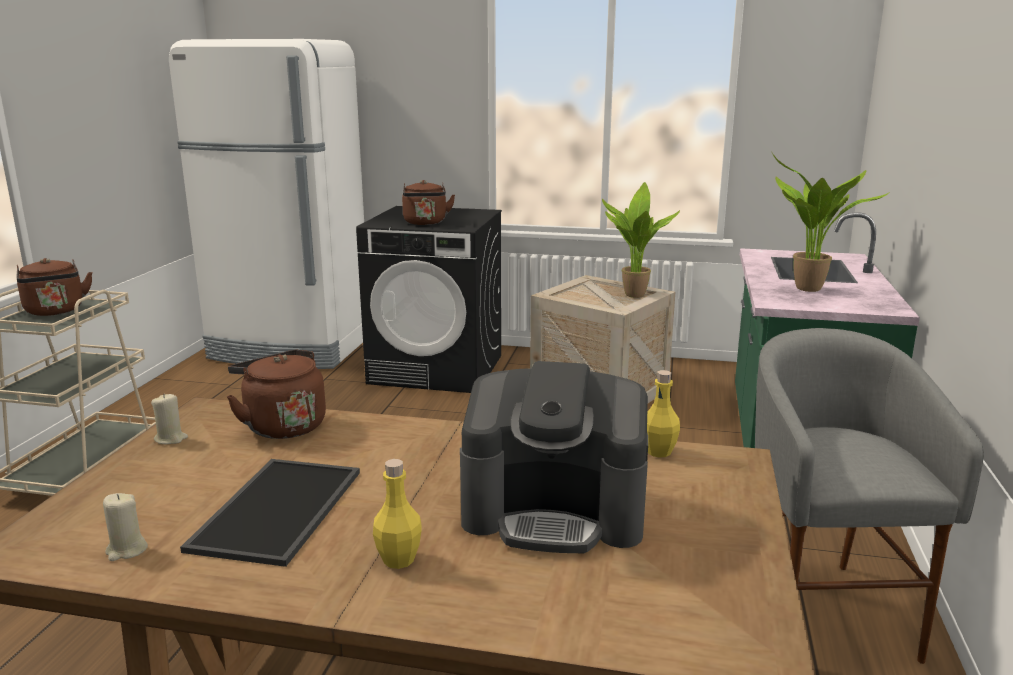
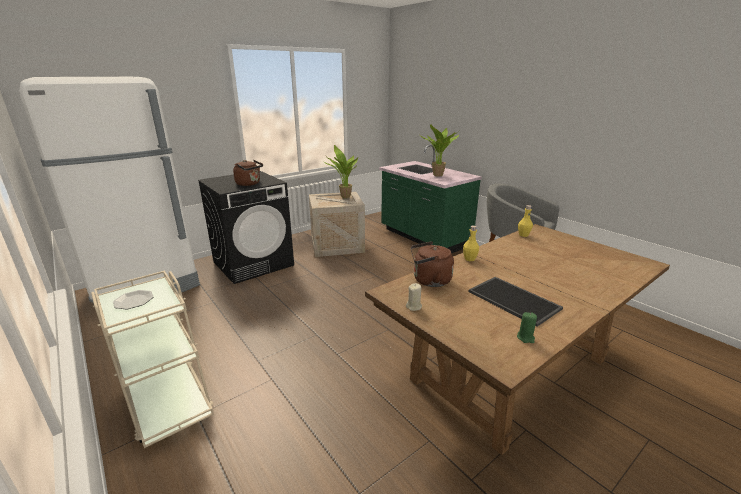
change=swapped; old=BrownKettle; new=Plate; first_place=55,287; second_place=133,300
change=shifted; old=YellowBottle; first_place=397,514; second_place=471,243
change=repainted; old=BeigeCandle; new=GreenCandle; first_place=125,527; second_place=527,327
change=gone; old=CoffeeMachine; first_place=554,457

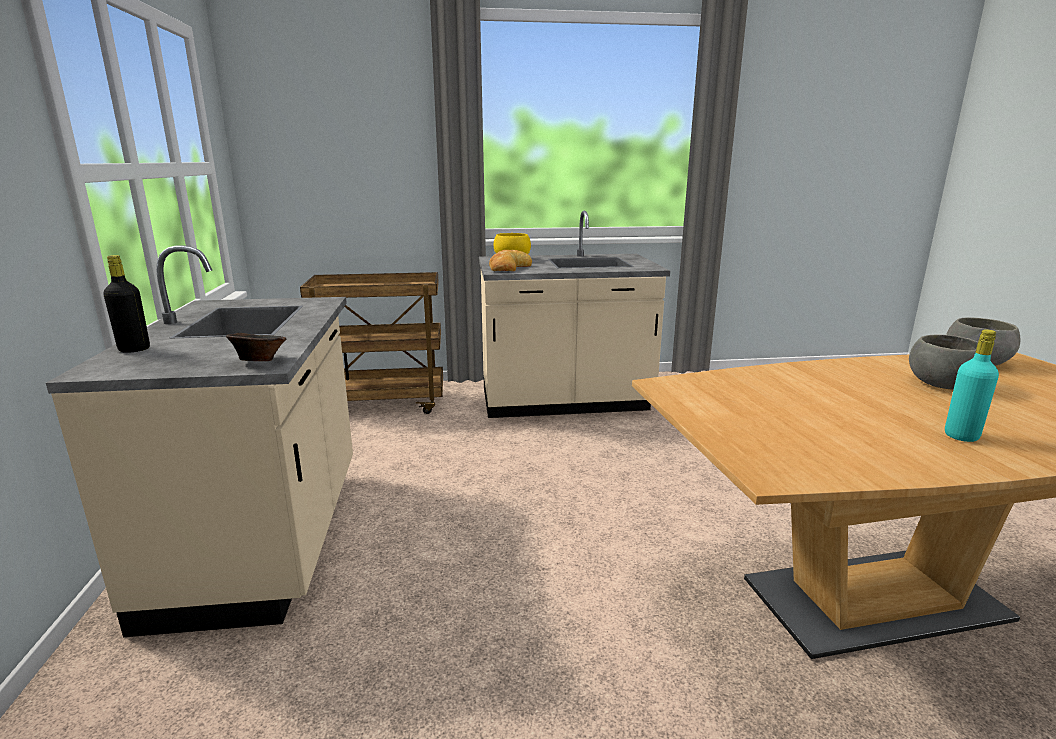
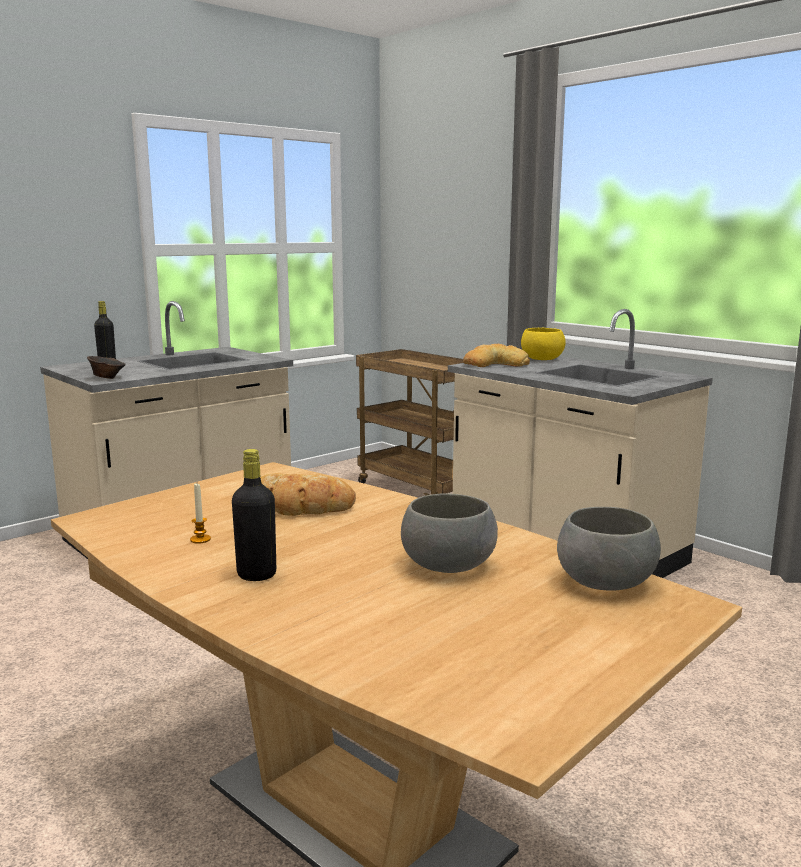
change=new; new=Candle; second_place=200,514
change=repainted; old=TurquoiseBottle; new=BlackBottle; first_place=972,385; second_place=254,515
change=new; new=Bread; second_place=308,494

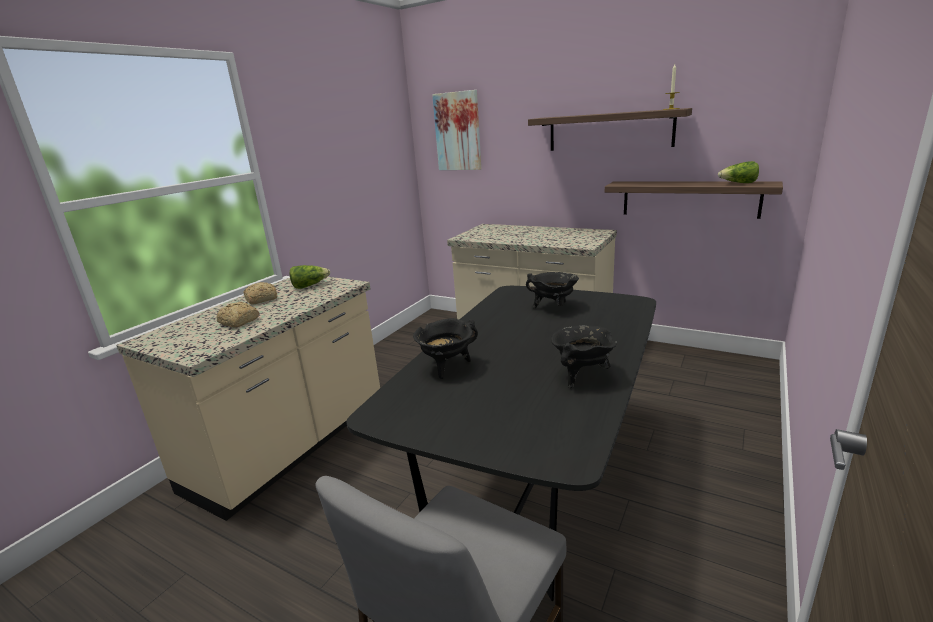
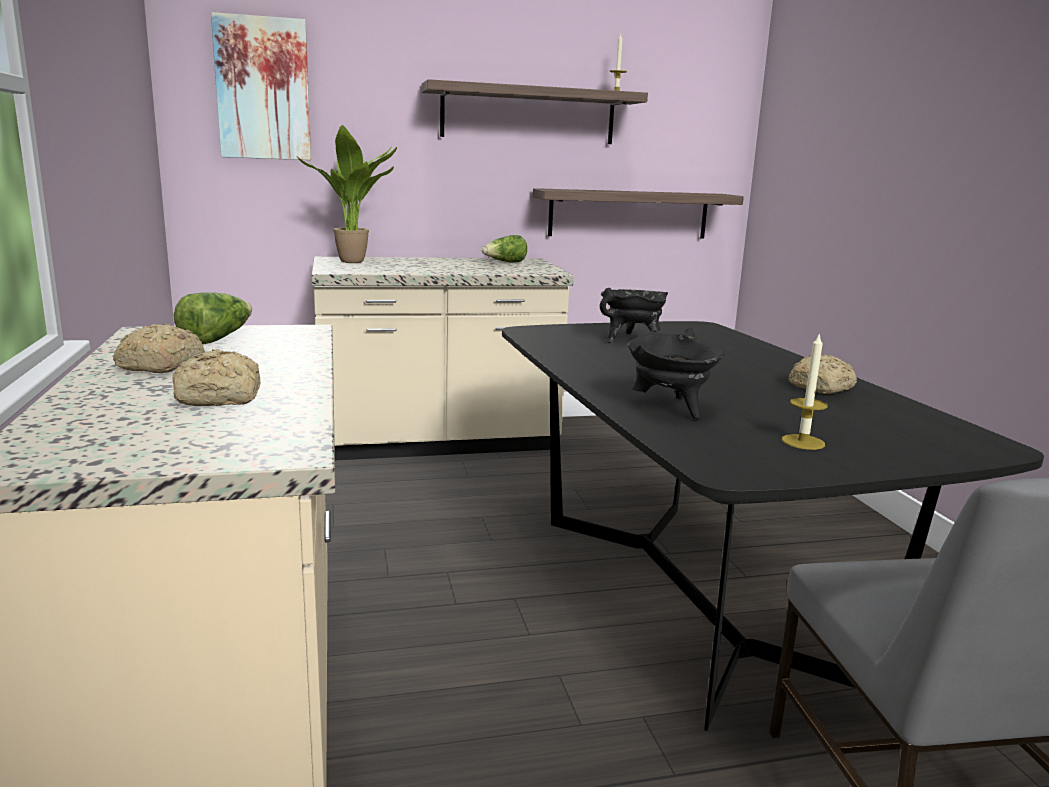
change=new; new=PottedPlant; second_place=347,194
change=shifted; old=Lettuce; first_place=738,172; second_place=504,249
change=new; new=Candle; second_place=805,391
change=swapped; old=BlackCookingPot; new=Bread; first_place=584,356; second_place=822,374

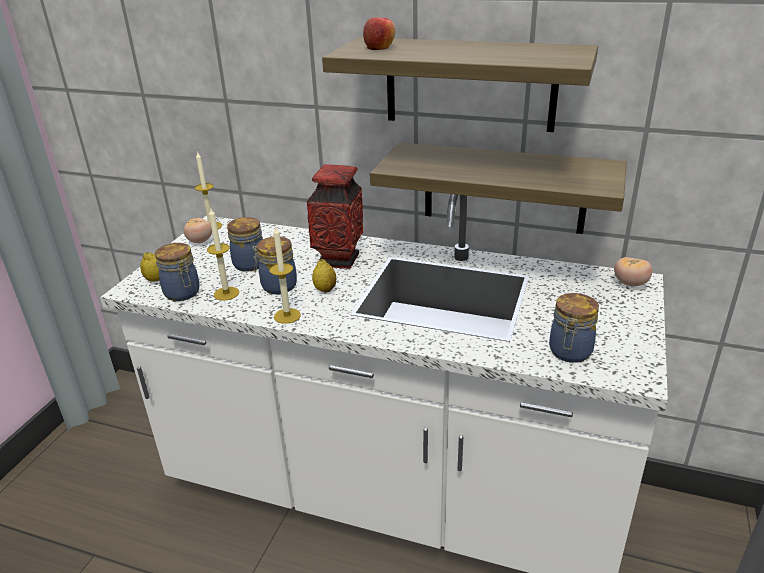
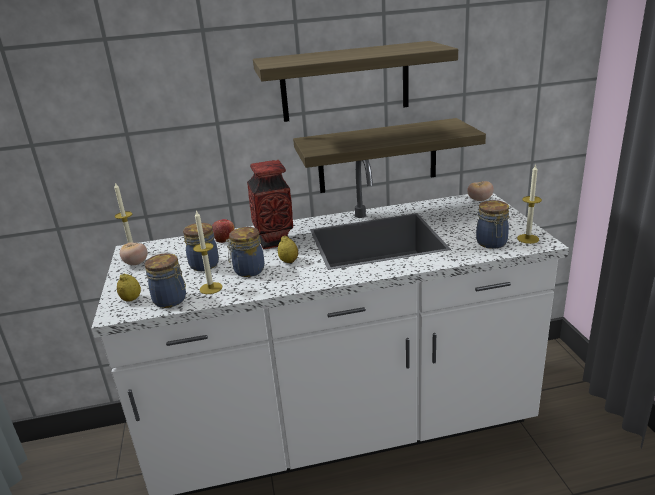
change=shifted; old=Apple; first_place=379,33; second_place=223,231
change=shifted; old=Candle; first_place=285,275; second_place=529,204

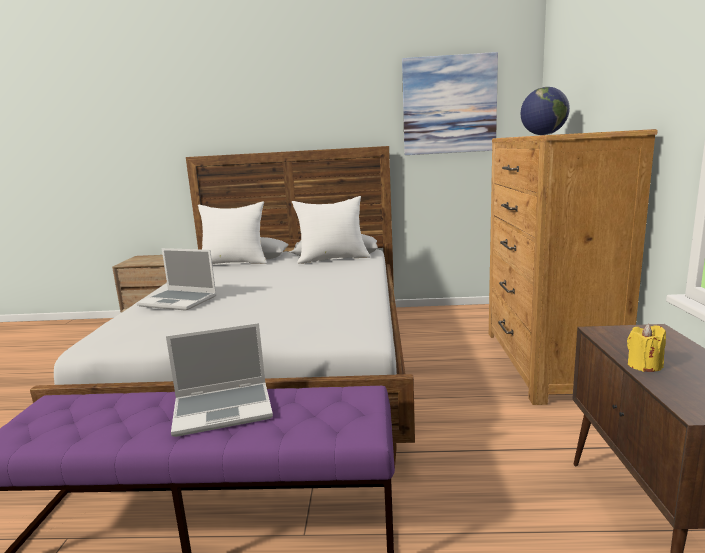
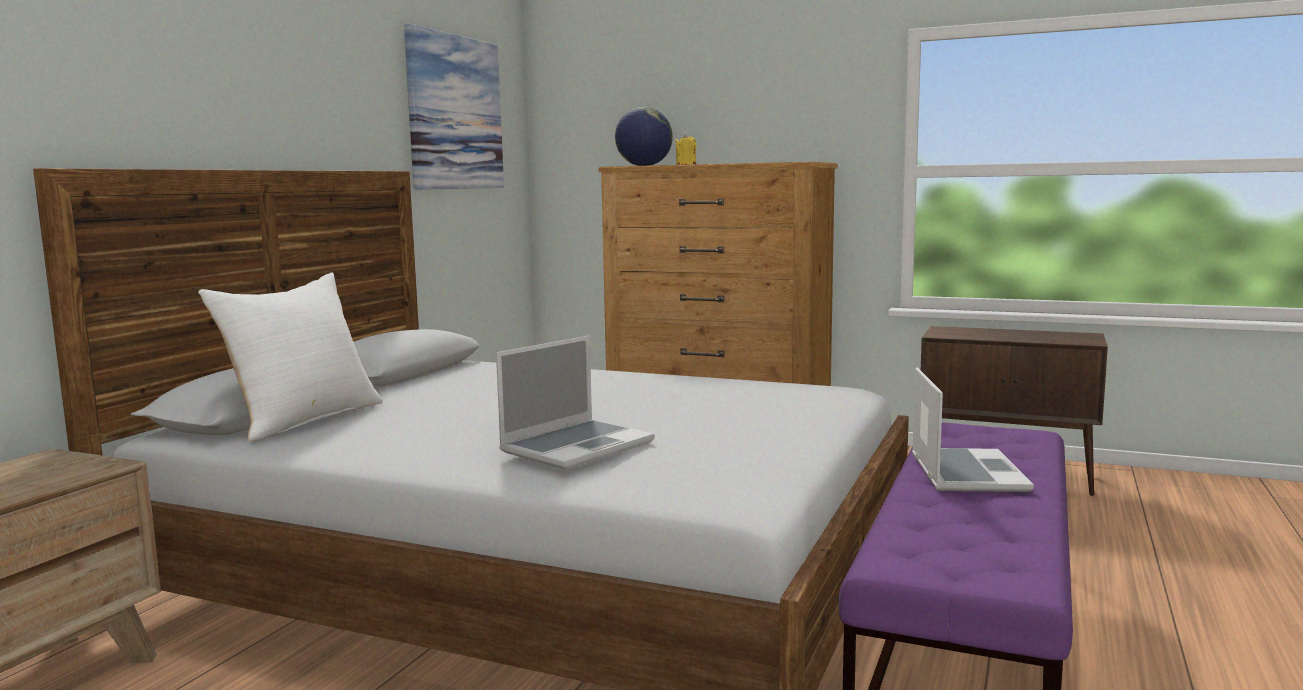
change=shifted; old=YellowCandle; first_place=646,348; second_place=686,149
change=gone; old=WhitePillow; first_place=331,230

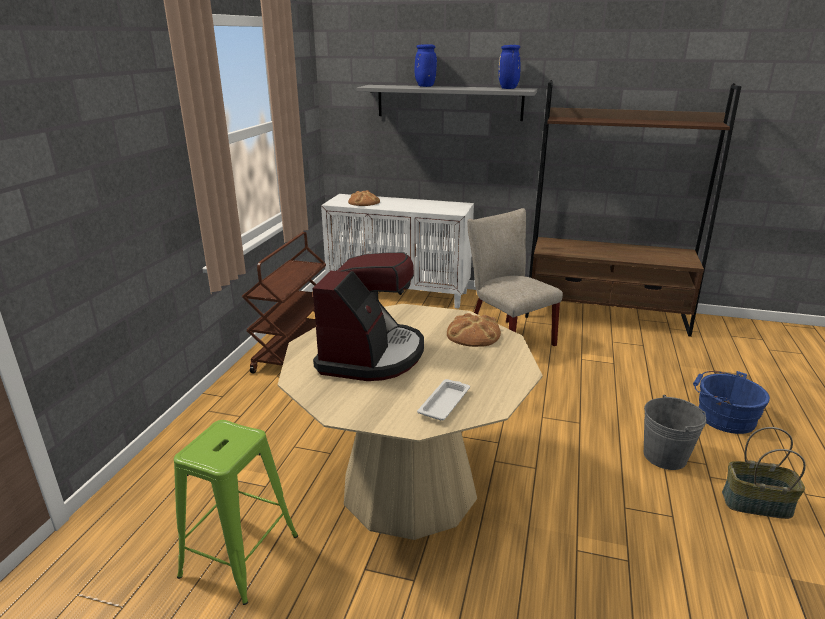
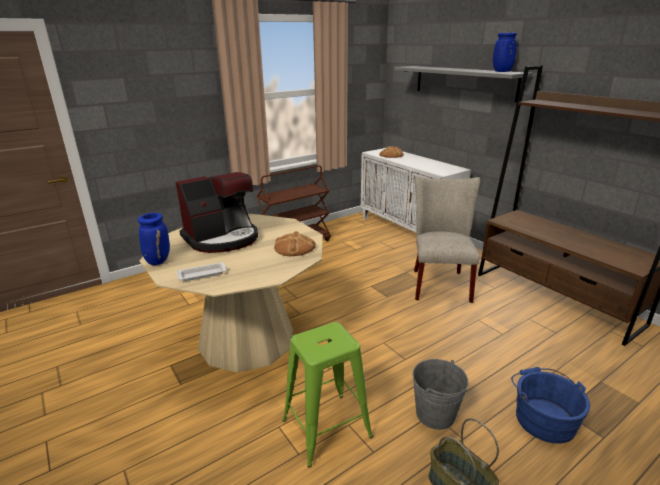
change=shifted; old=BlueVase; first_place=425,65; second_place=154,239
change=shifted; old=GreenStool; first_place=236,512; second_place=327,395

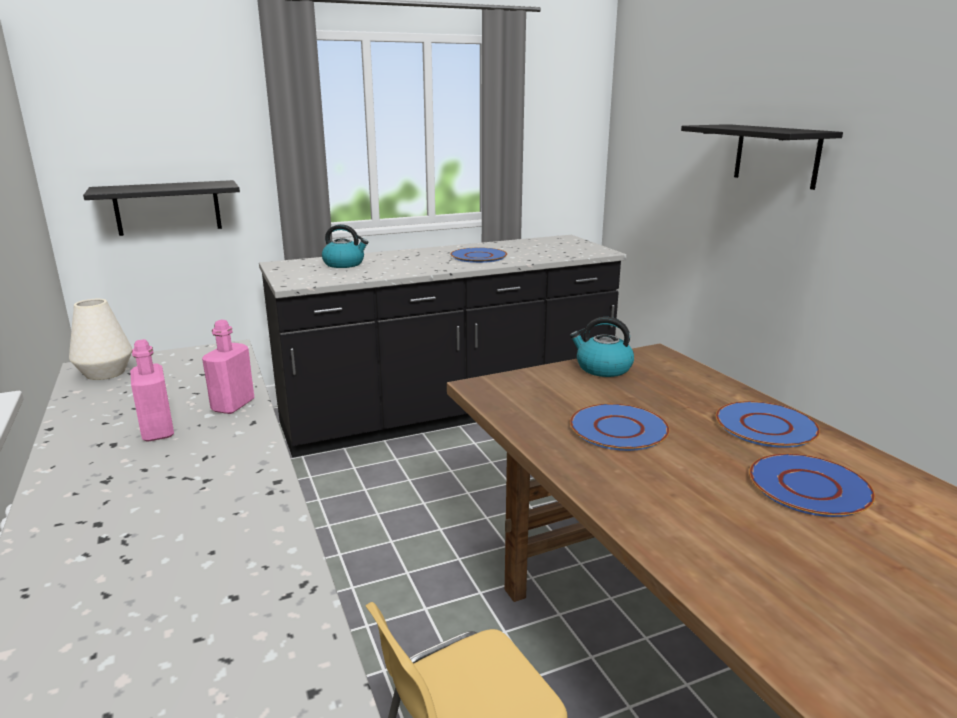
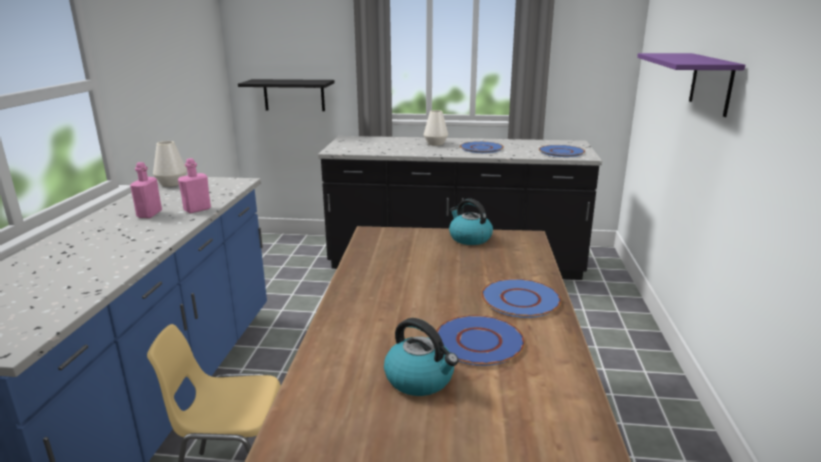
change=shifted; old=Kettle; first_place=345,246; second_place=421,357
change=new; new=WhiteVase; second_place=436,128
change=shifted; old=BluePlate; first_place=620,427; second_place=562,151
change=repainted; old=BlackShelf; new=PurpleShelf; first_place=762,157; second_place=691,85

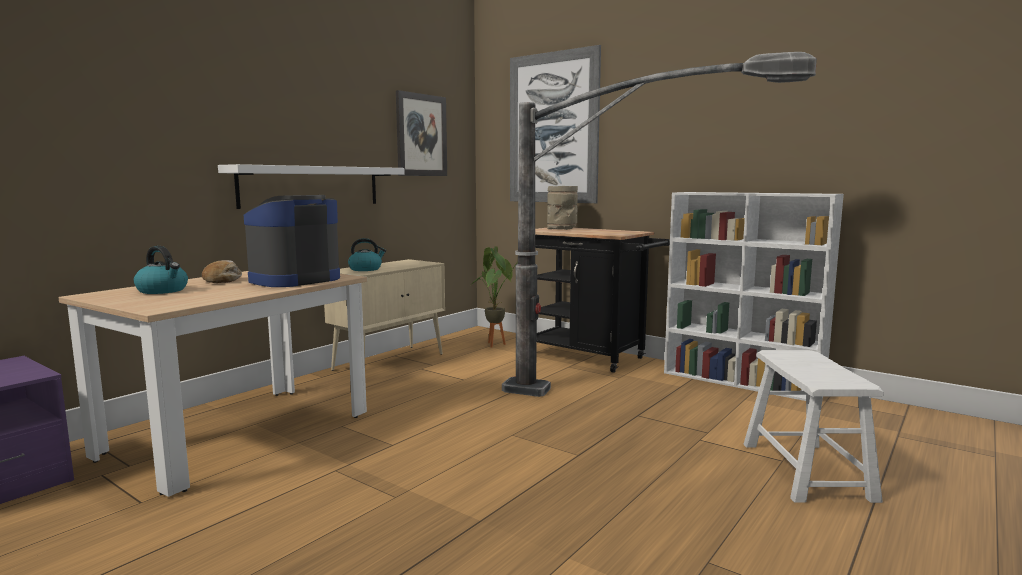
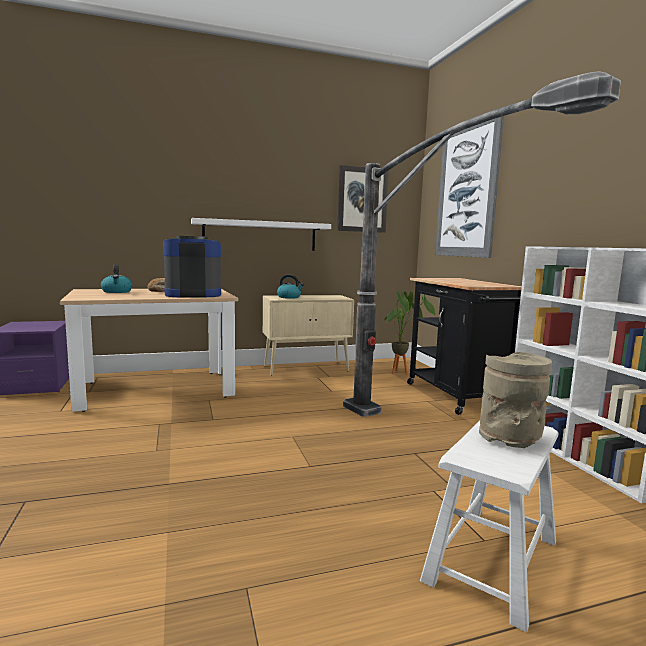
change=shifted; old=BeigeVase; first_place=562,208; second_place=515,400

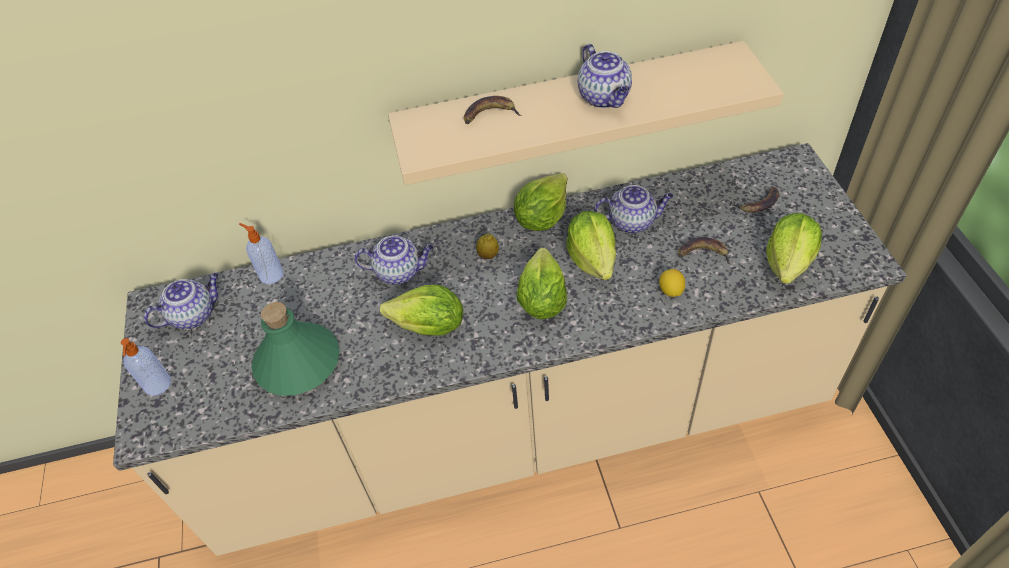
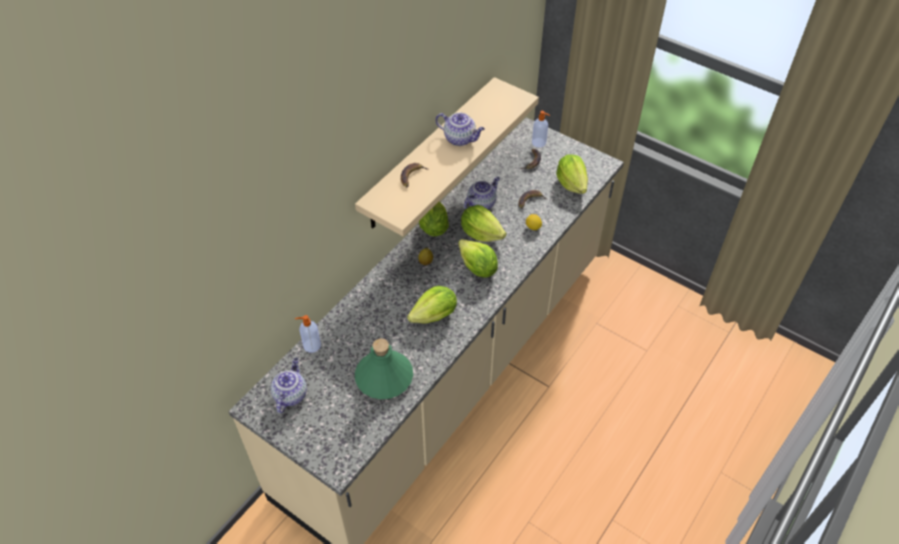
change=shifted; old=SoapDispenser; first_place=146,367; second_place=541,129
change=gone; old=Teapot; first_place=393,260

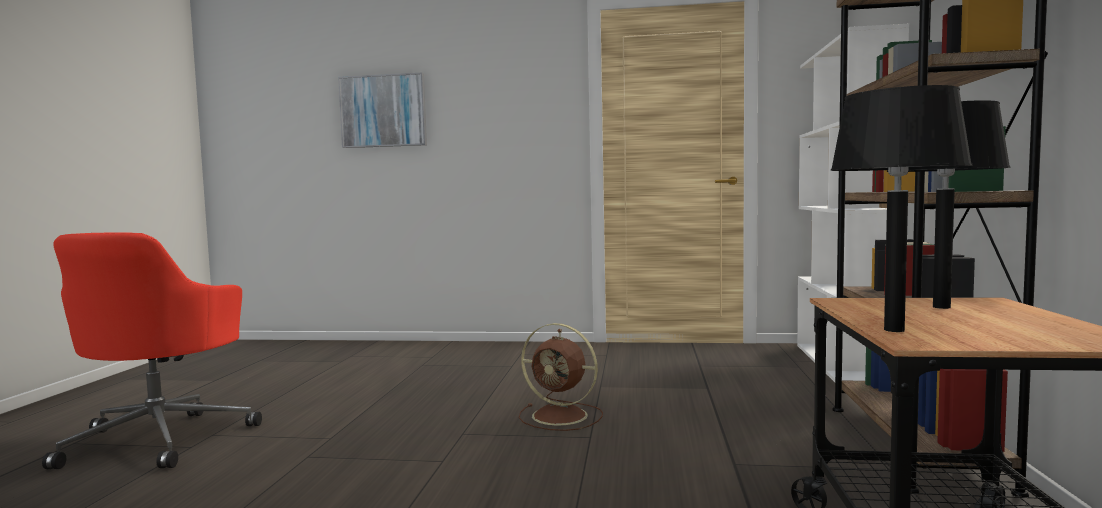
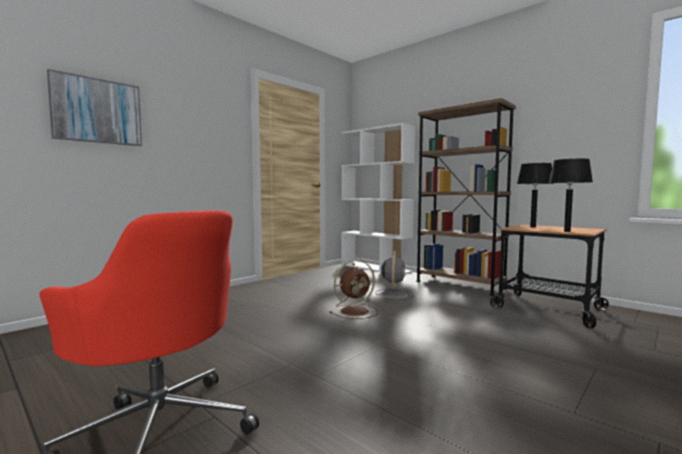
change=new; new=GreyFan; second_place=394,275

